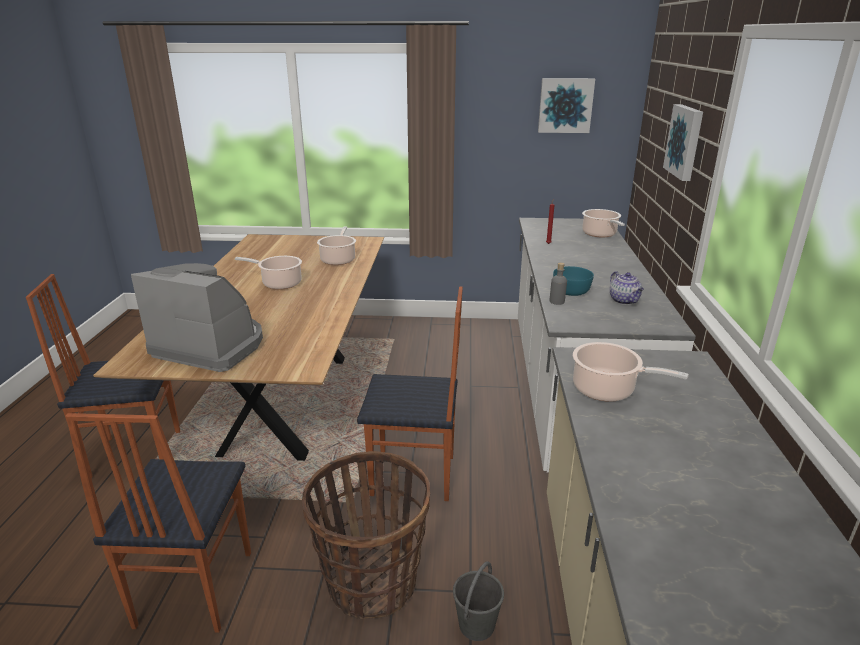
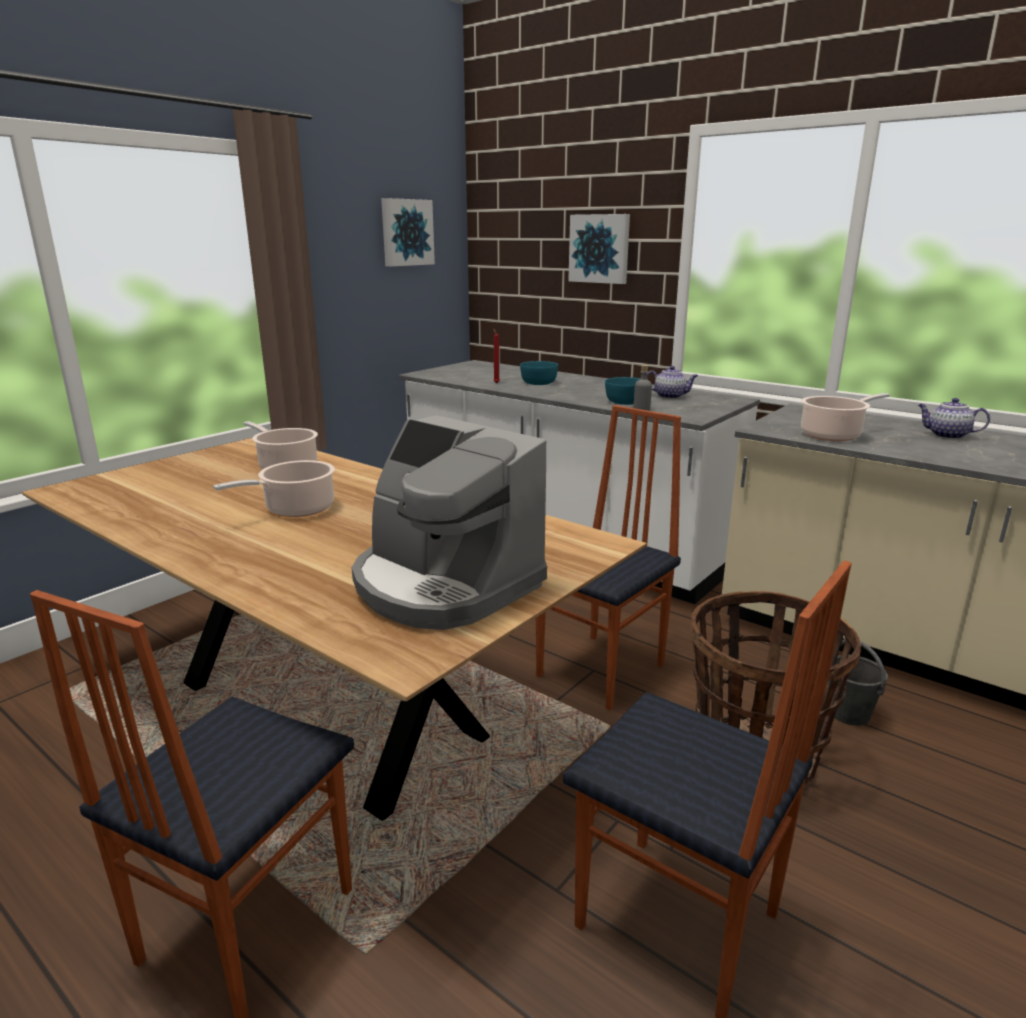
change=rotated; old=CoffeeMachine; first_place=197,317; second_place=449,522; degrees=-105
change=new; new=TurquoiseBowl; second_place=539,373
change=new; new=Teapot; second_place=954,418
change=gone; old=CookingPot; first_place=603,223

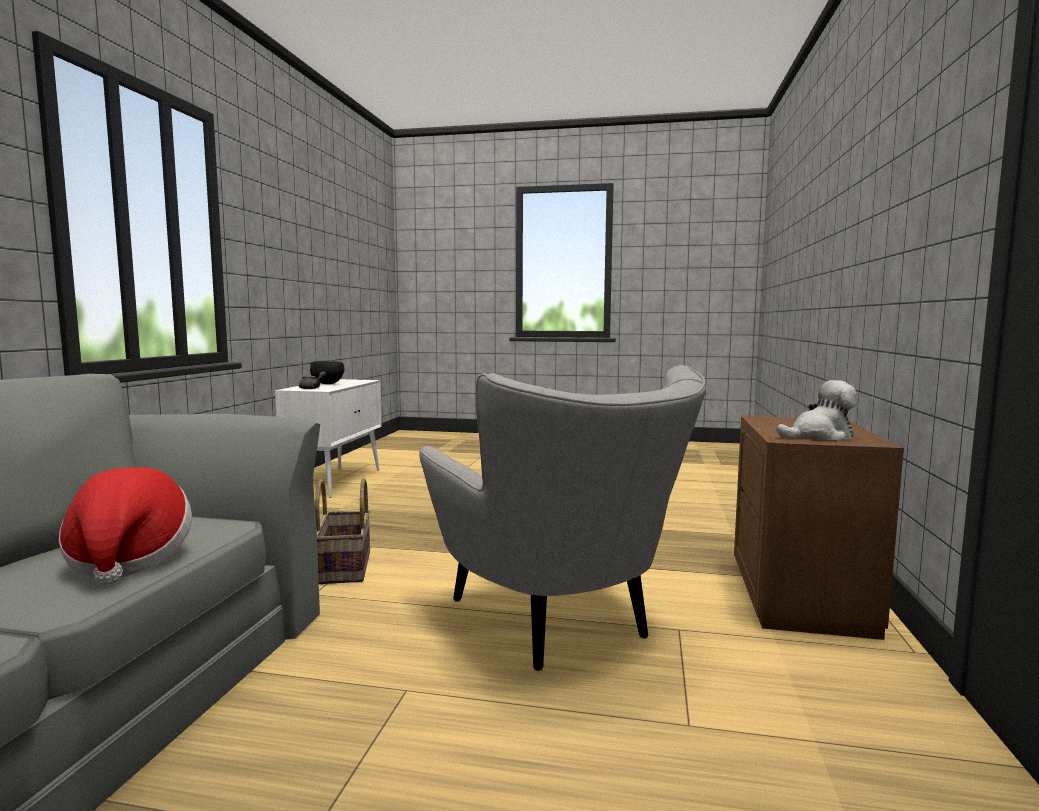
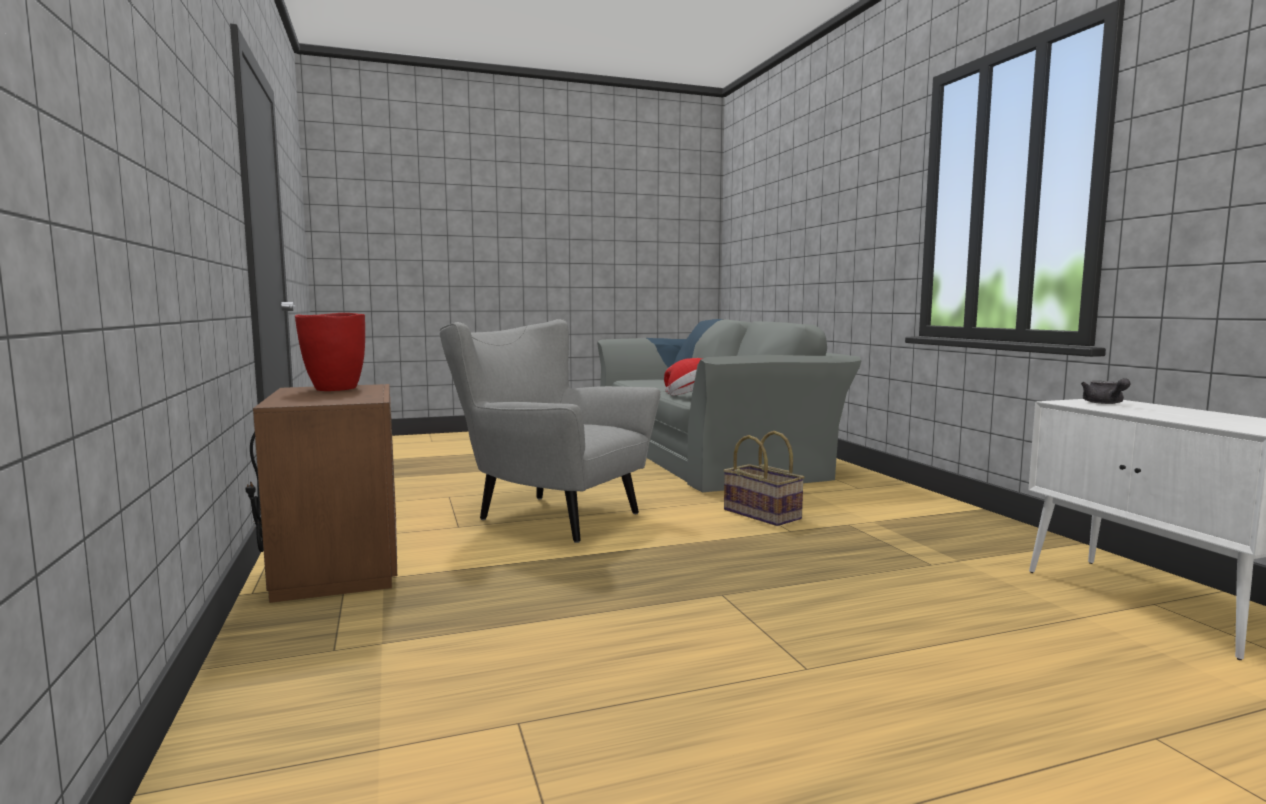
change=swapped; old=PlushToy; new=RedVase; first_place=817,410; second_place=330,352
change=gone; old=BlackBowl; first_place=327,372

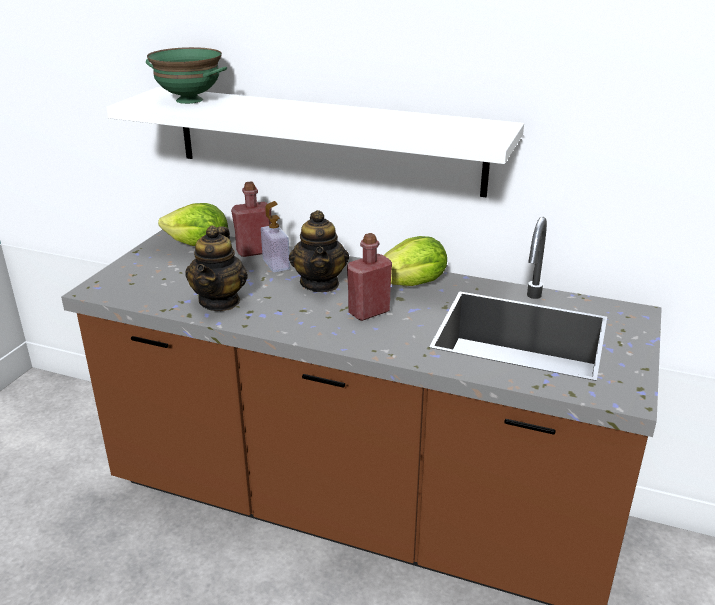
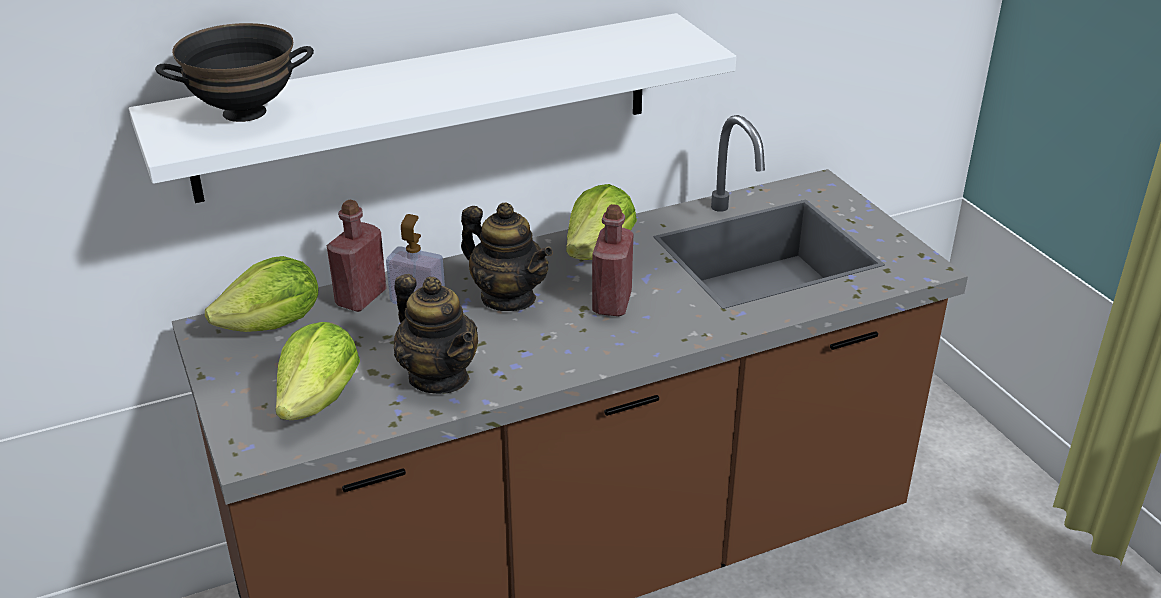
change=repainted; old=GreenBowl; new=BlackBowl; first_place=186,75; second_place=234,72
change=new; new=Lettuce; second_place=318,371

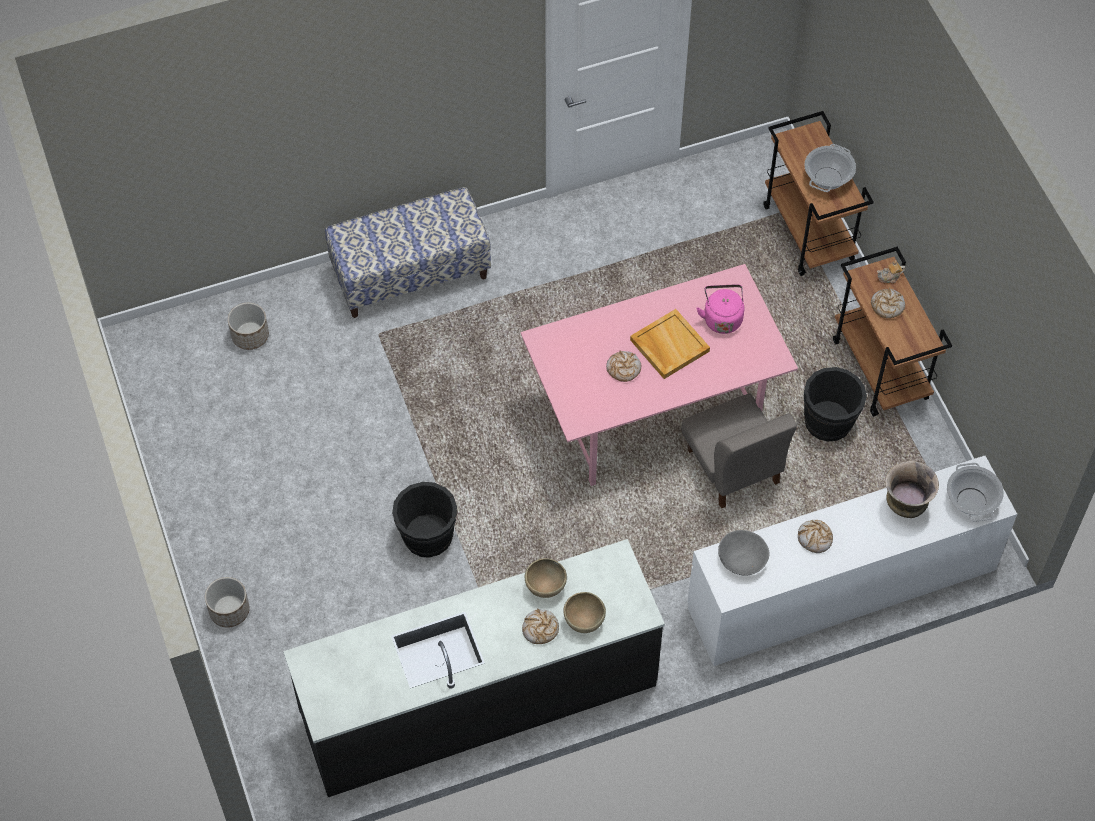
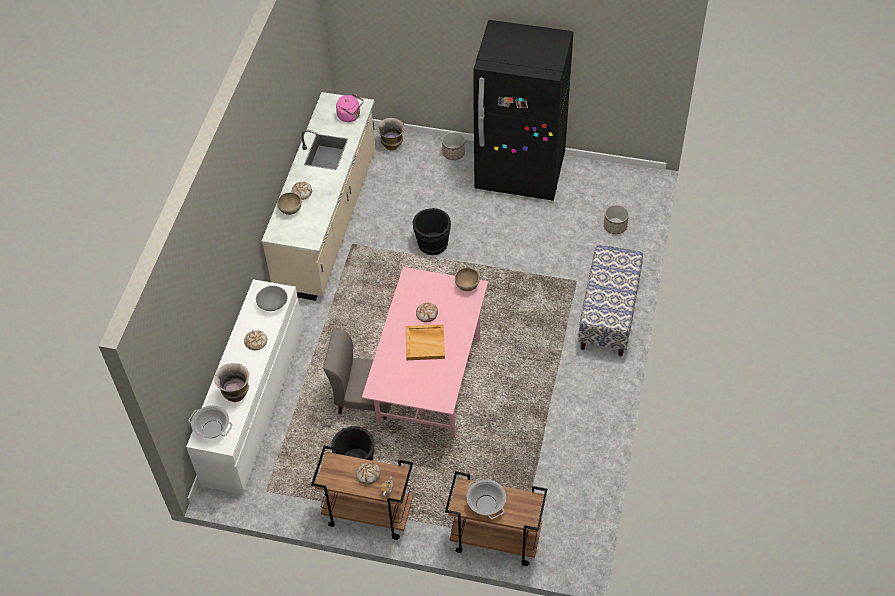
change=repainted; old=BlackCounter; new=BeigeCounter; first_place=474,668; second_place=318,196
change=shifted; old=PinkKettle; first_place=720,309; second_place=350,108
change=new; new=Vase; second_place=391,134
change=shifted; old=BrownBowl; first_place=546,578; second_place=467,279
change=new; new=BlackFridge; second_place=523,110

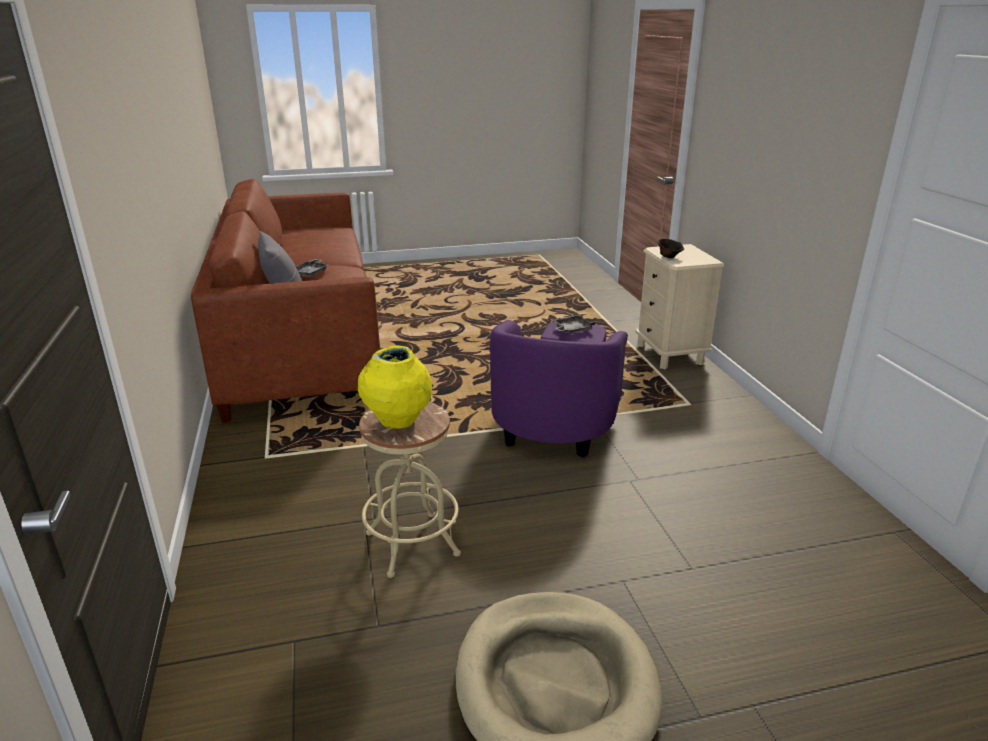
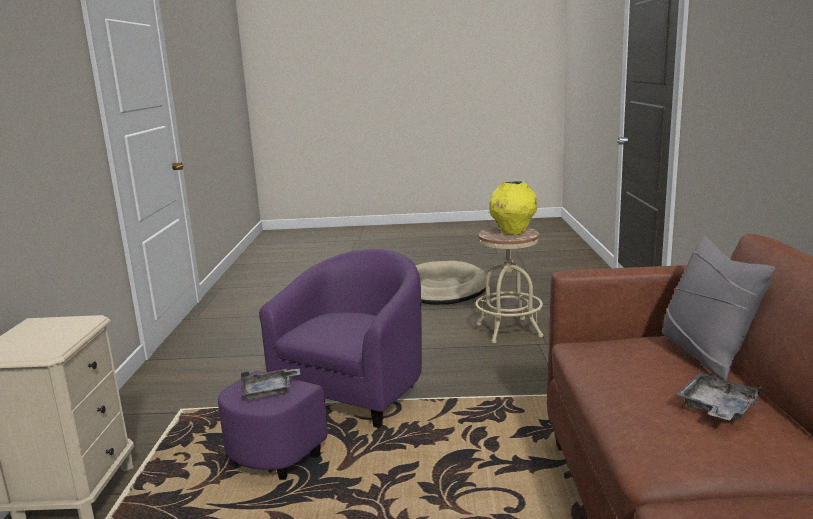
change=gone; old=BrownBowl; first_place=671,248

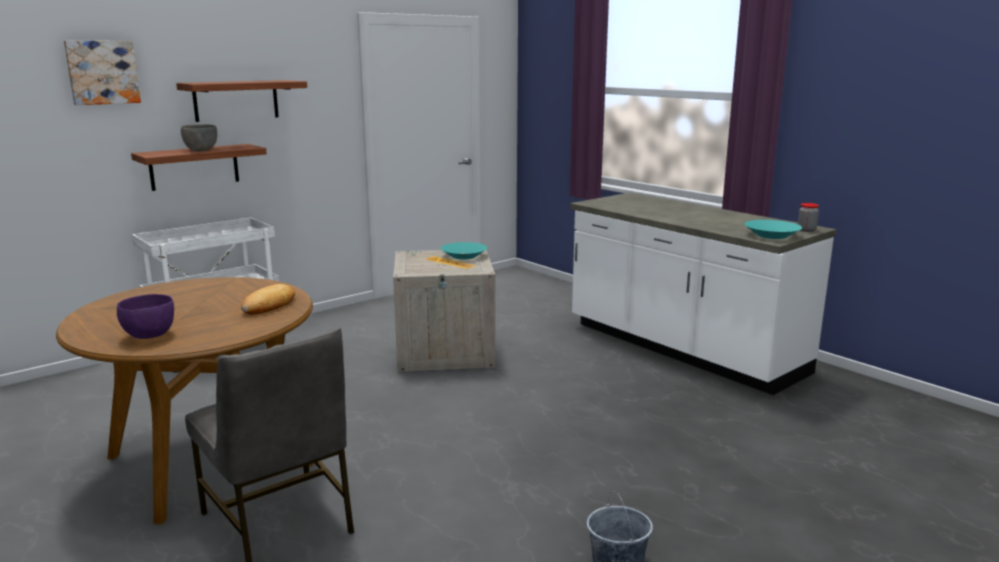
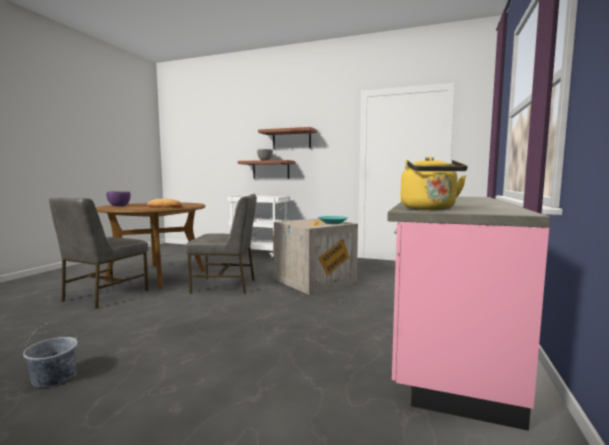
change=new; new=GreyChair; second_place=221,244
change=repainted; old=WhiteCounter; new=PinkCounter; first_place=703,294; second_place=469,314
change=swapped; old=TurquoiseBowl; new=YellowKettle; first_place=773,229; second_place=434,183
change=gone; old=Picture; first_place=102,73
change=gone; old=Jar; first_place=808,217

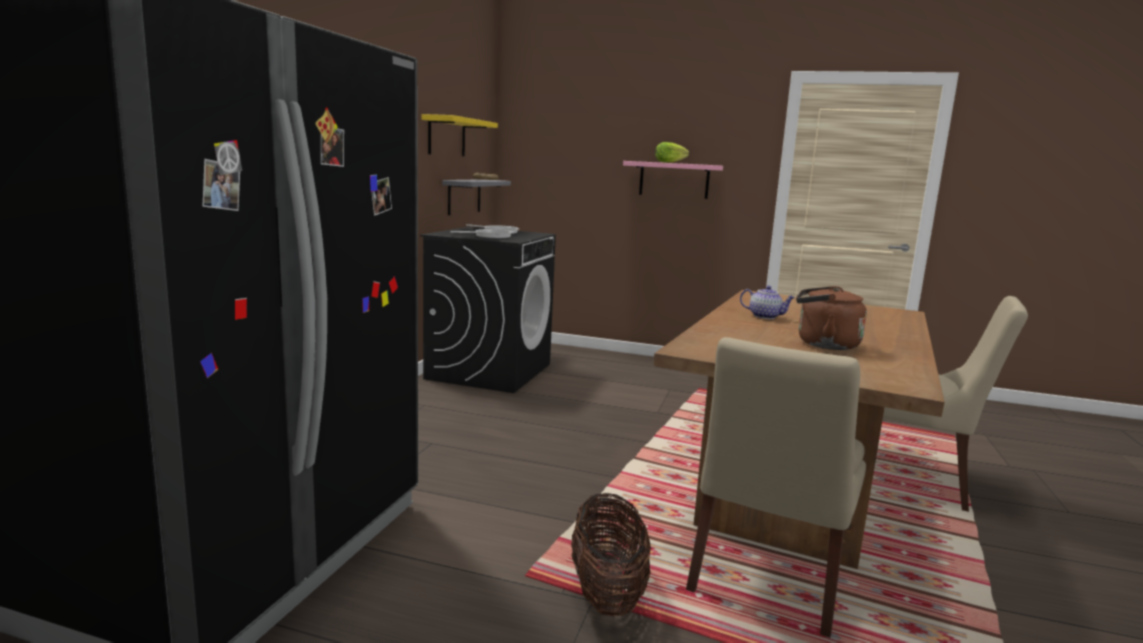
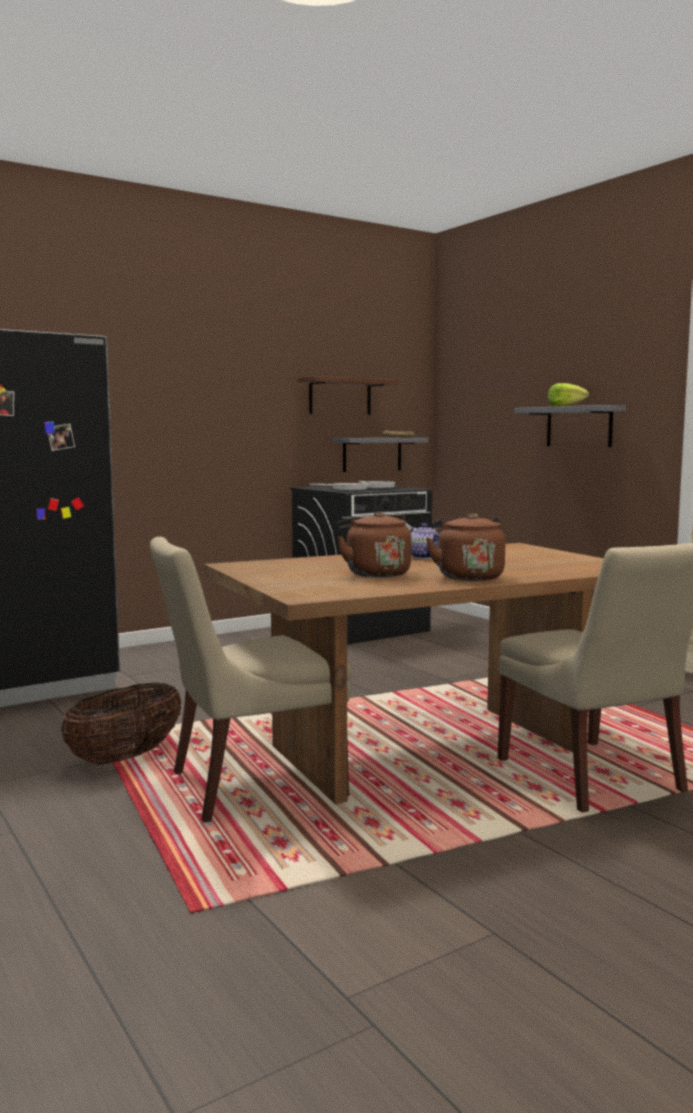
change=repainted; old=YellowShelf; new=BrownShelf; first_place=459,135; second_place=348,395
change=new; new=BrownKettle; second_place=465,547
change=repainted; old=PinkShelf; new=GreyShelf; first_place=673,180; second_place=570,426

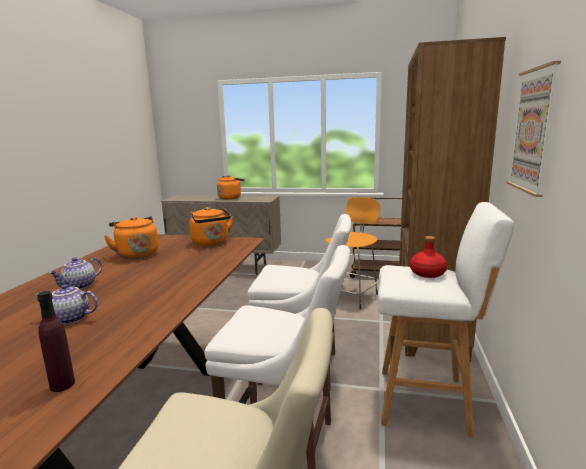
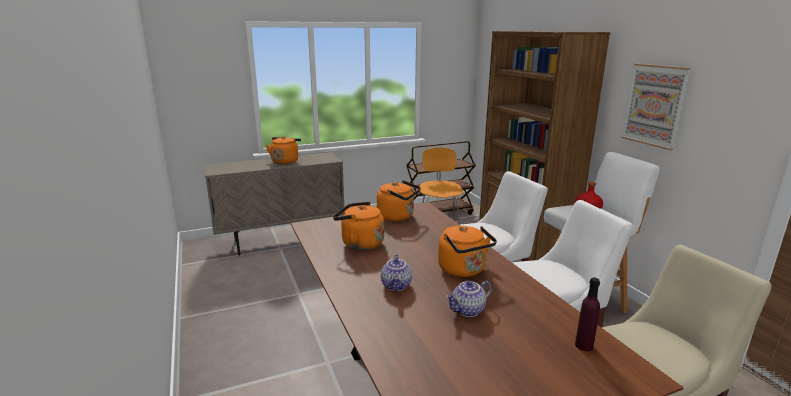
change=new; new=OrangeKettle; second_place=467,251

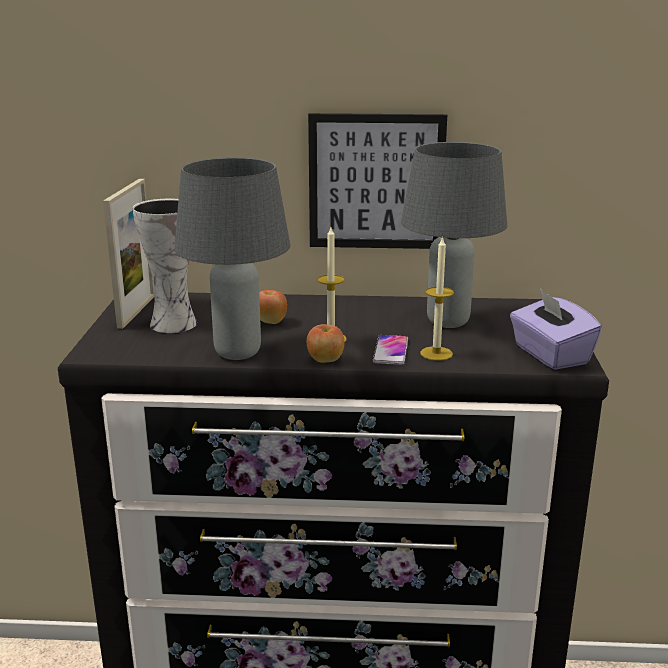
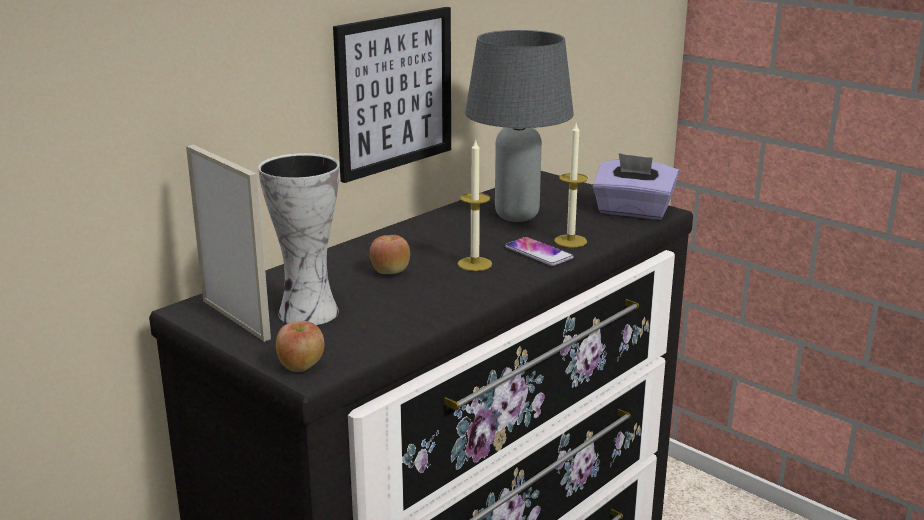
change=shifted; old=Apple; first_place=326,343; second_place=300,346
change=gone; old=GreyTableLamp; first_place=232,258

